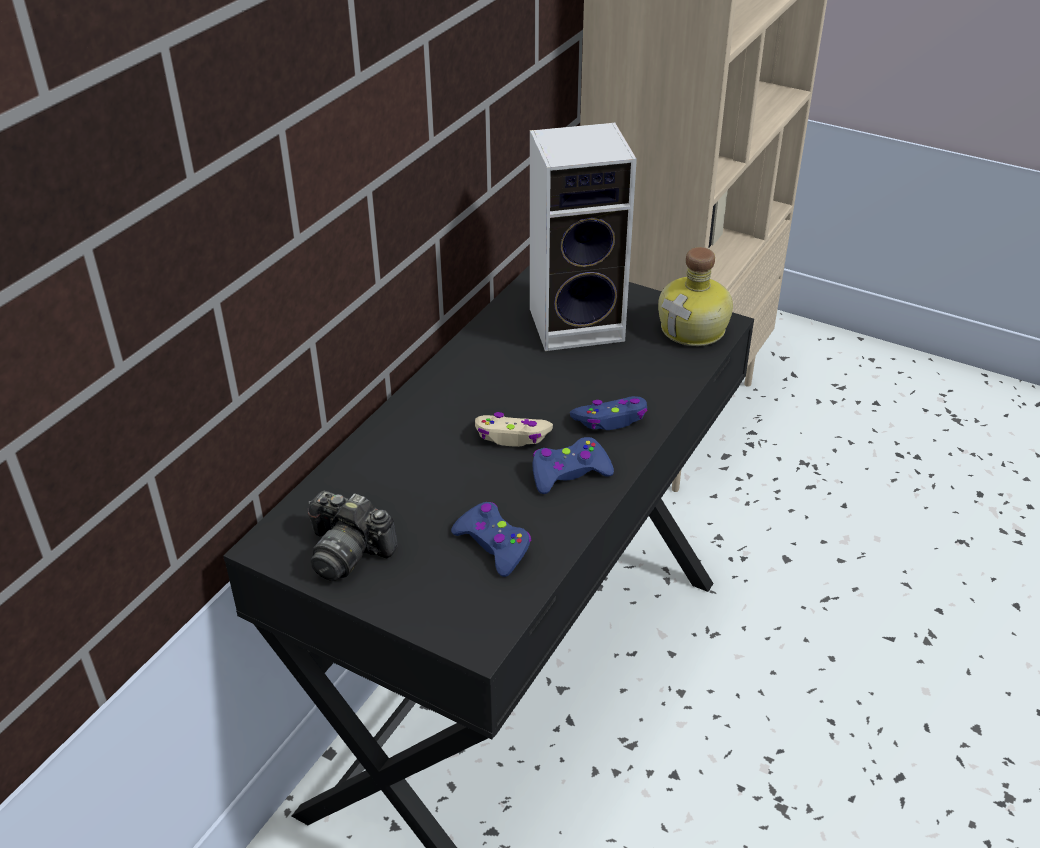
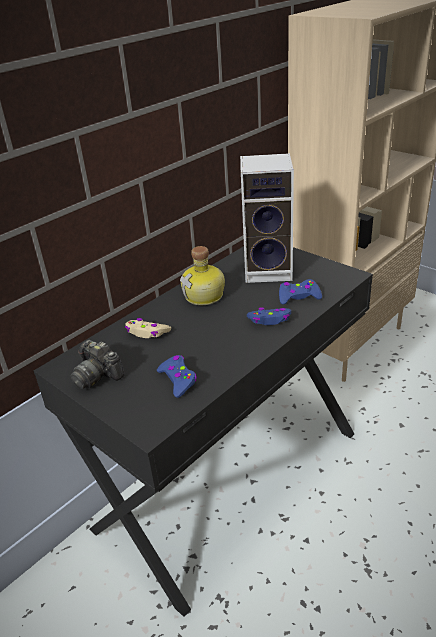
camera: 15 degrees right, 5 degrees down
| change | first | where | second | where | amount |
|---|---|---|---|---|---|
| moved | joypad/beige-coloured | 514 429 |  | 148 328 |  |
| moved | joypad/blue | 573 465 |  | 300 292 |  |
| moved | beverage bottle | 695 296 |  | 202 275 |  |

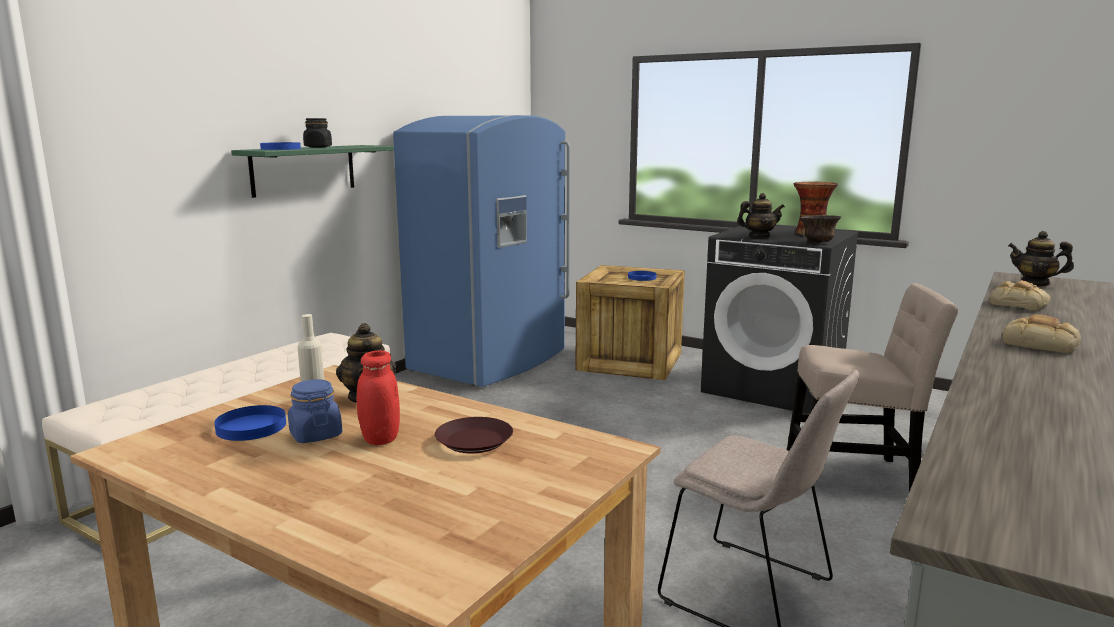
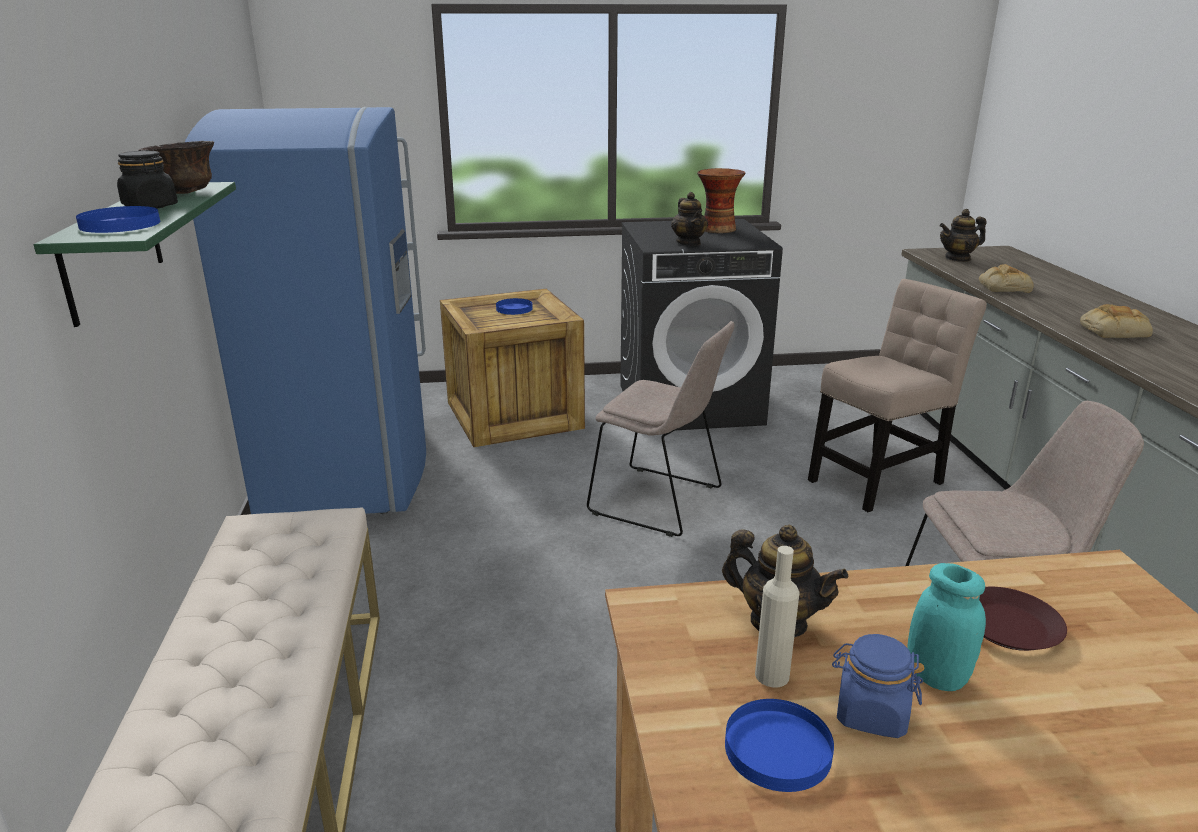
camera: 40 degrees left, 10 degrees up
| change | first | where | second | where | amount |
|---|---|---|---|---|---|
| added |  |  | chair/beige-coloured | 661 429 |  |
| moved | bowl/brownish | 820 229 |  | 176 167 |  |
| recoloured | preserve jar/reddish | 378 397 | preserve jar/turquoise | 946 627 |  |
| turned | teapot | 761 215 |  | 689 219 | 120 degrees clockwise |

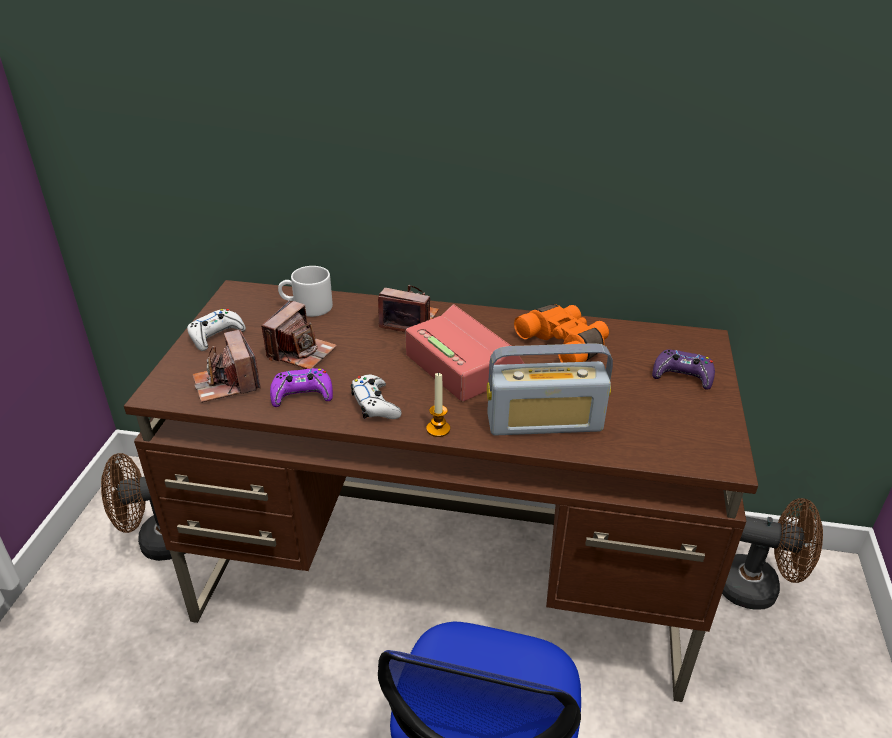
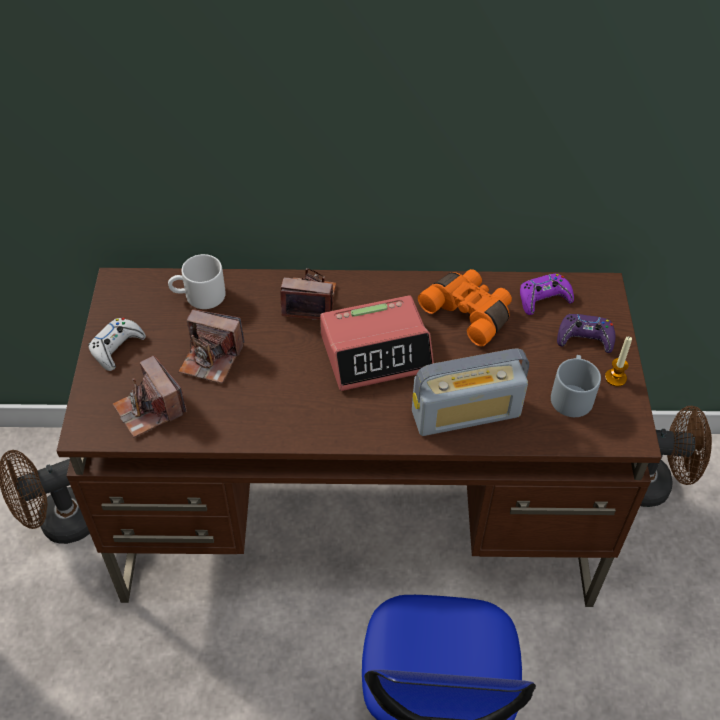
camera: 10 degrees left, 15 degrees up
| change | first | where | second | where | amount |
|---|---|---|---|---|---|
| removed | joypad/whitish | 376 396 |  |  |  |
| added |  |  | mug/grey | 576 386 |  |
| moved | joypad/purple-coloured | 301 387 |  | 547 294 |  |
| moved | wax light | 438 404 |  | 618 361 |  |
| turned | still camera | 299 334 |  | 211 346 | 90 degrees clockwise |
| turned | bedside clock | 465 352 |  | 377 343 | 120 degrees clockwise |

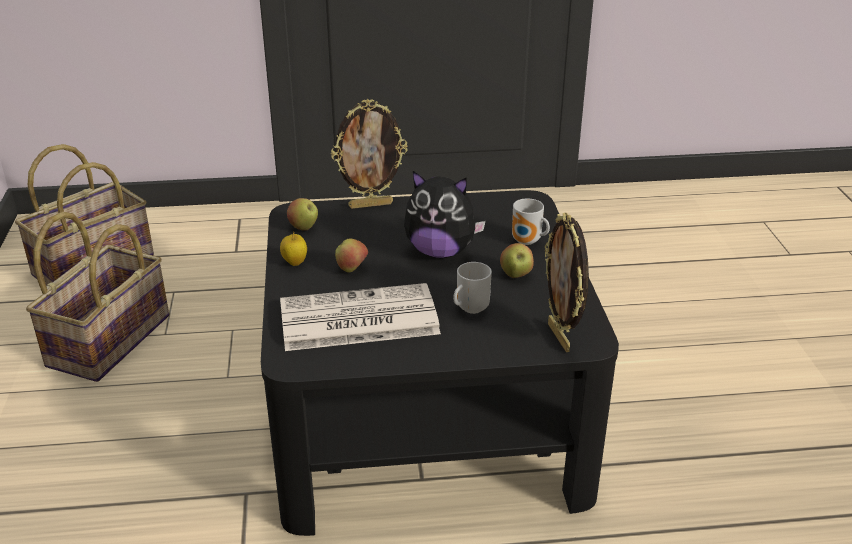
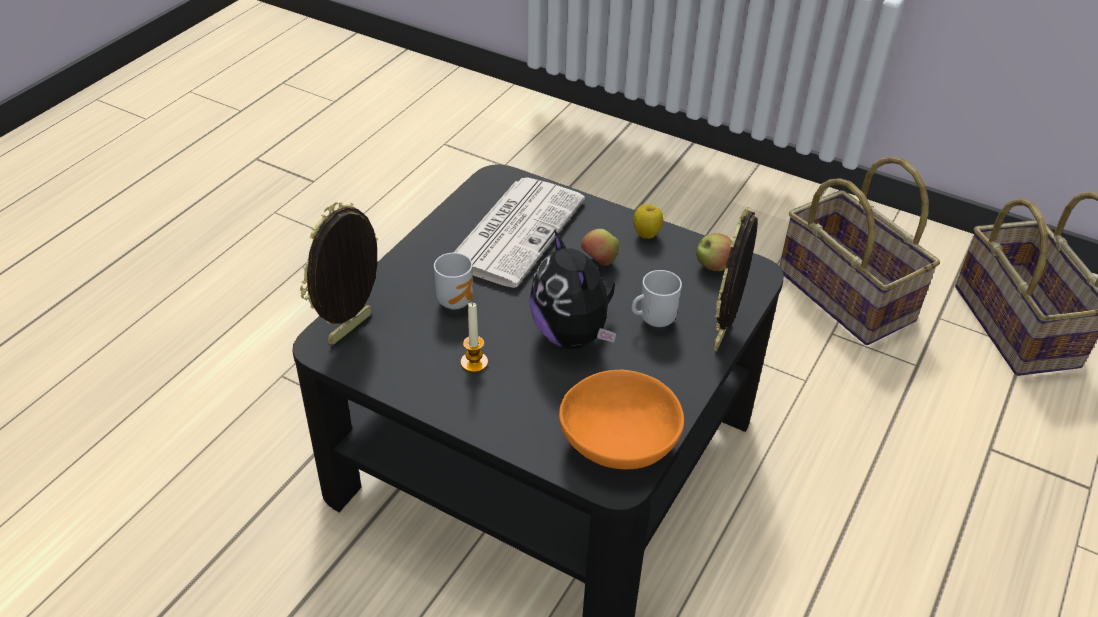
camera: 125 degrees right, 10 degrees up
| change | first | where | second | where | amount |
|---|---|---|---|---|---|
| added |  |  | bowl/orangey | 621 419 |  |
| moved | mug | 531 221 |  | 657 298 |  |
| replaced | apple | 517 260 | wax light | 474 338 |  |
| turned | cuddly toy | 445 214 |  | 572 289 | 75 degrees counterclockwise |
| turned | picture frame | 567 282 |  | 339 273 | 75 degrees counterclockwise |

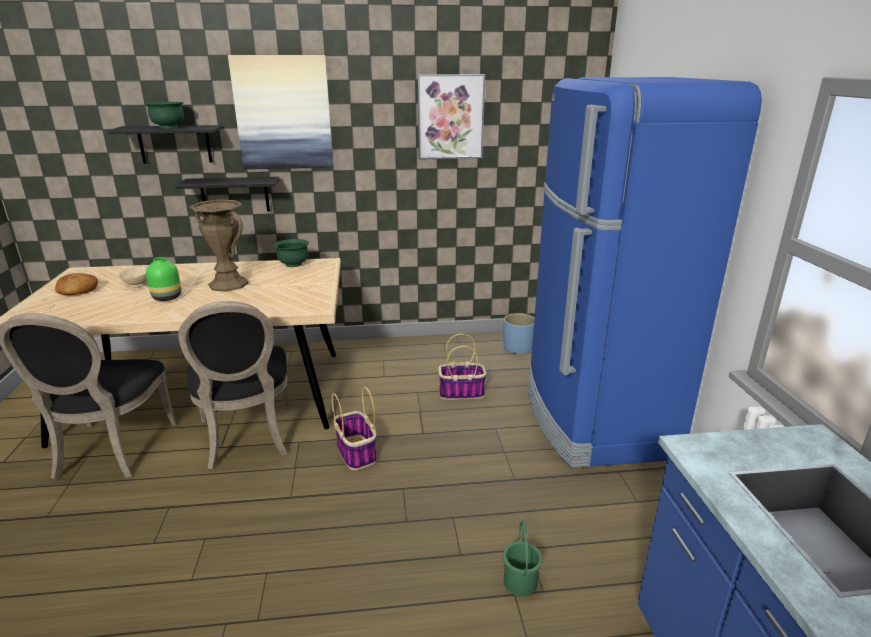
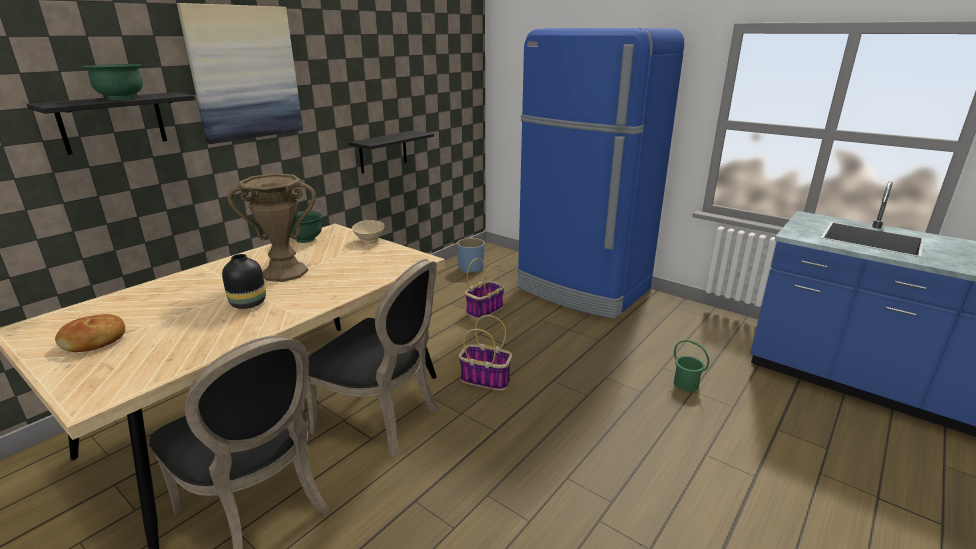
camera: 45 degrees left, 0 degrees up
| change | first | where | second | where | amount |
|---|---|---|---|---|---|
| removed | wall art | 451 116 |  |  |  |
| moved | bowl/beige-coloured | 133 276 |  | 368 231 |  |
| moved | bracket shelf/black | 228 194 |  | 391 151 |  |
| recoloured | flower vase/greenish | 163 279 | flower vase/black | 244 281 |  |

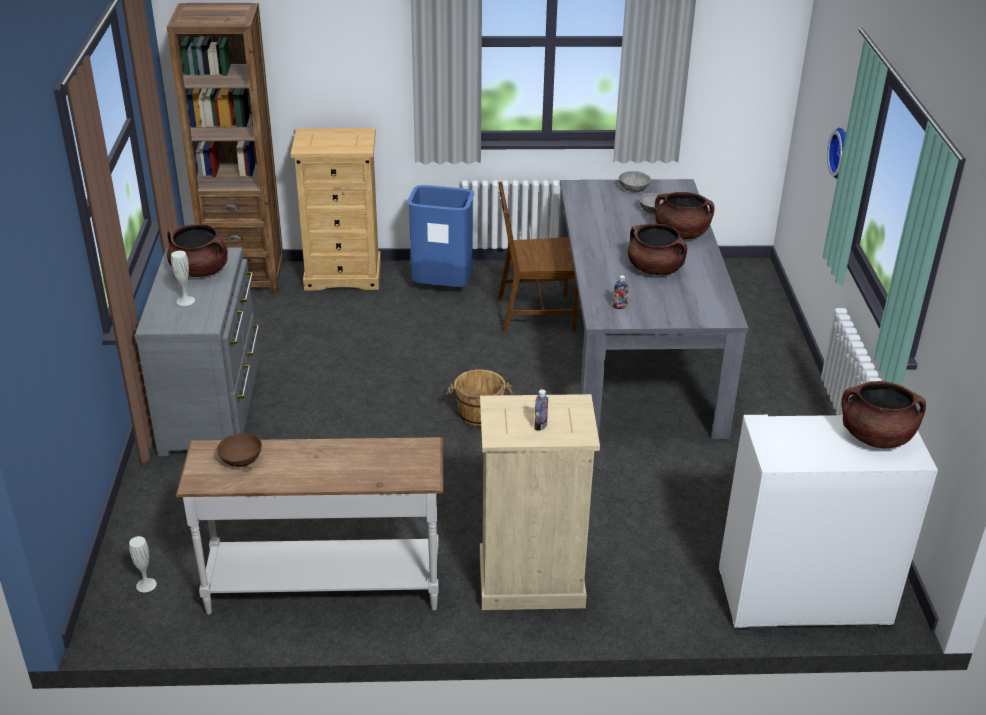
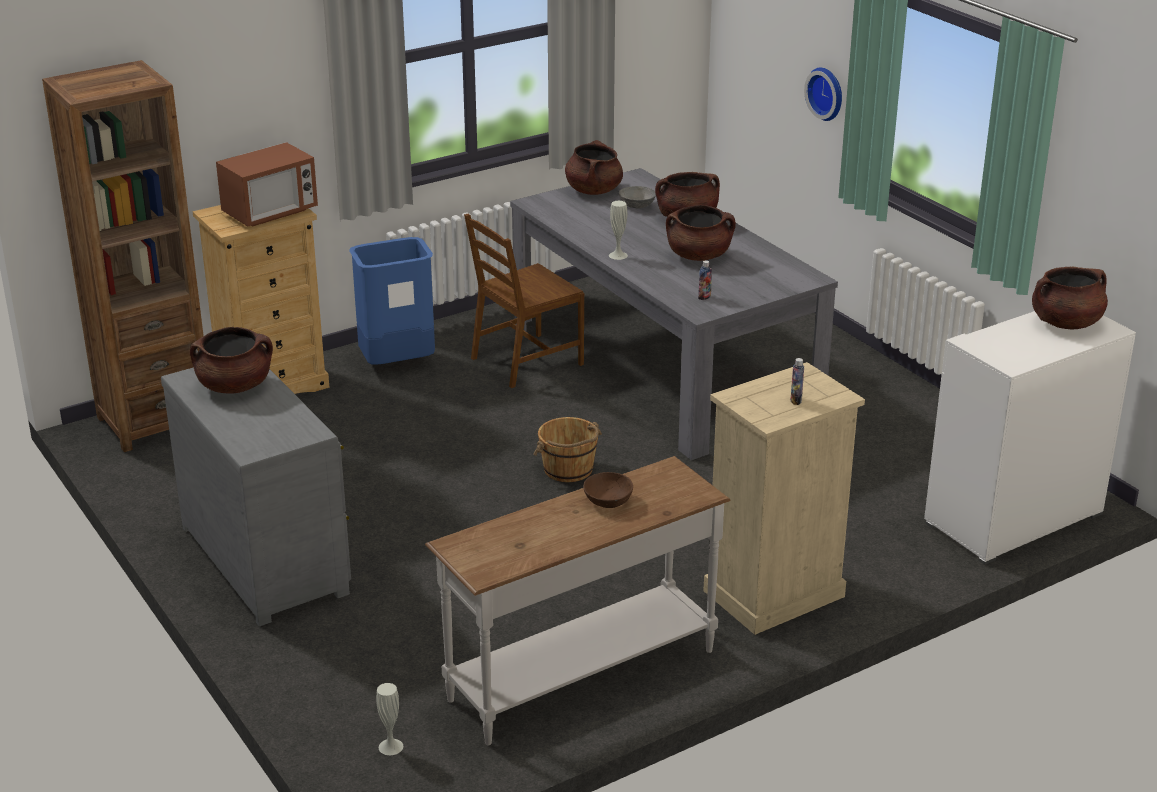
camera: 30 degrees left, 5 degrees down
| change | first | where | second | where | amount |
|---|---|---|---|---|---|
| added |  |  | microwave | 267 184 |  |
| moved | flower vase/whitish | 183 278 |  | 618 230 |  |
| moved | bowl/brownish | 239 450 |  | 608 490 |  |
| replaced | bowl/grey | 635 181 | stockpot/brownish | 594 167 |  |

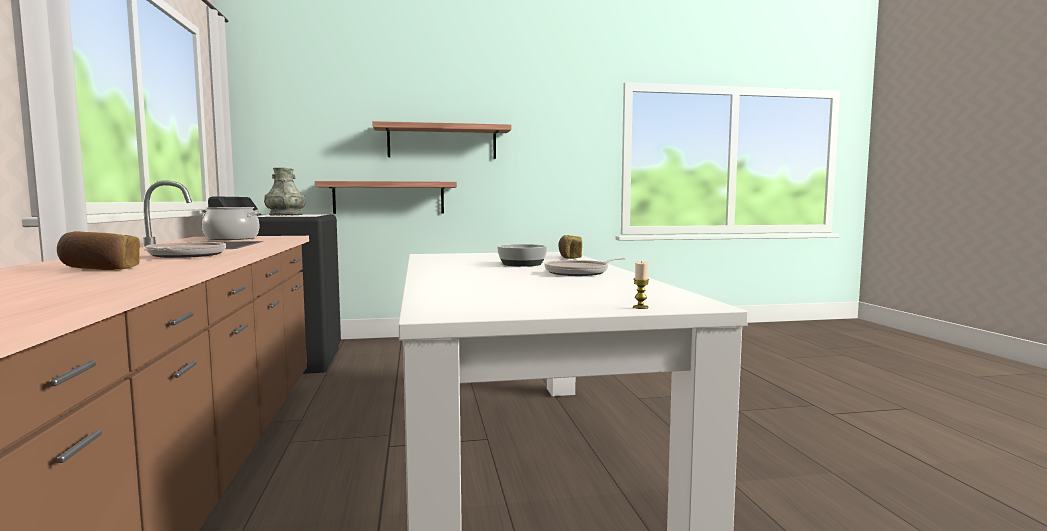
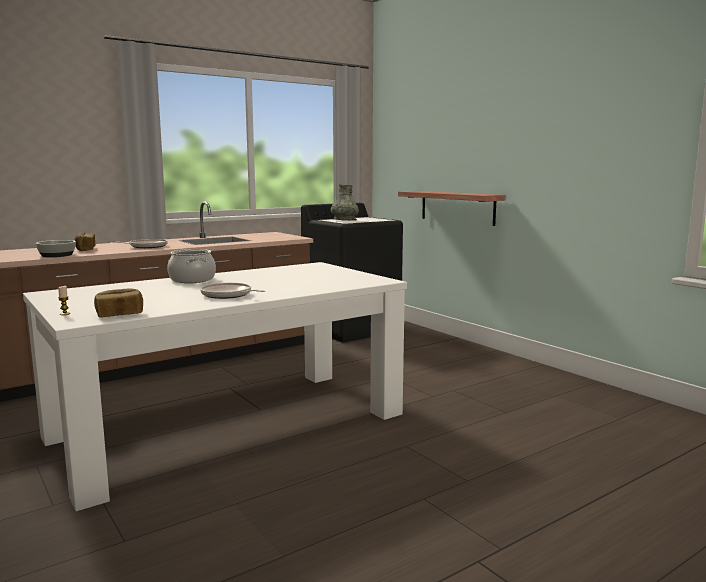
camera: 65 degrees right, 5 degrees up
| change | first | where | second | where | amount |
|---|---|---|---|---|---|
| removed | bracket shelf | 442 140 |  |  |  |
| moved | stockpot | 230 223 |  | 191 266 |  |
| moved | bowl | 522 255 |  | 56 248 |  |
| moved | bakery bread | 570 247 |  | 118 303 |  |

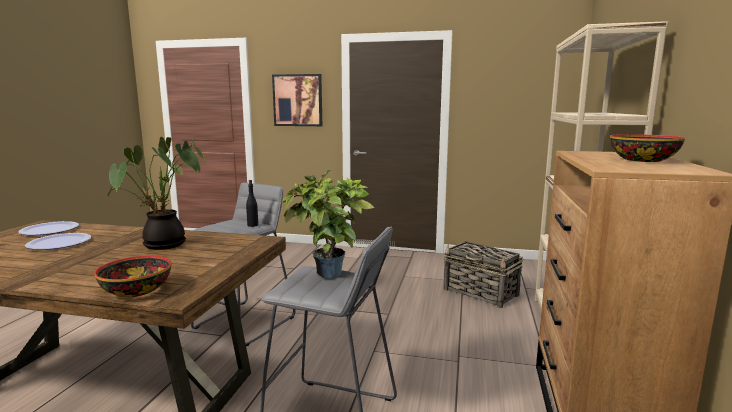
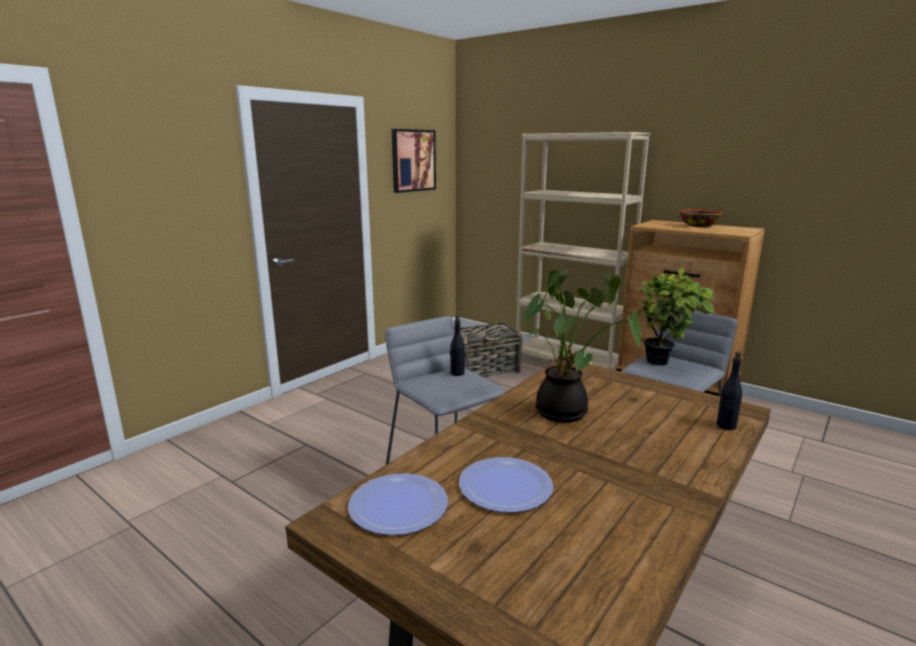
camera: 65 degrees left, 5 degrees up
| change | first | where | second | where | amount |
|---|---|---|---|---|---|
| moved | wall art | 297 100 |  | 414 161 |  |
| replaced | bowl | 133 276 | beverage bottle/black | 729 390 |  |

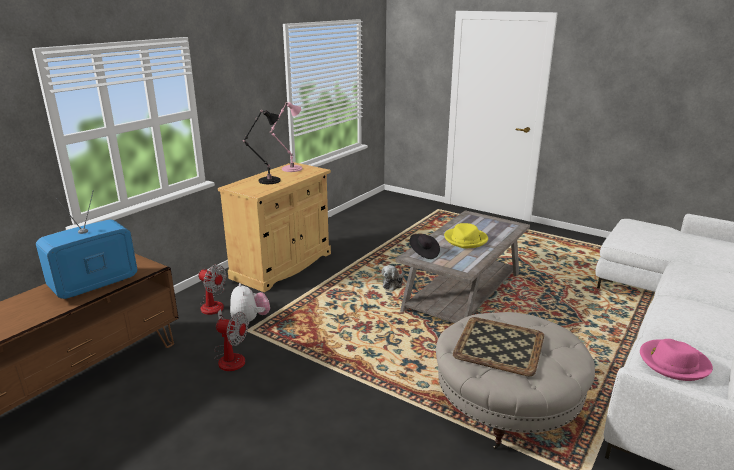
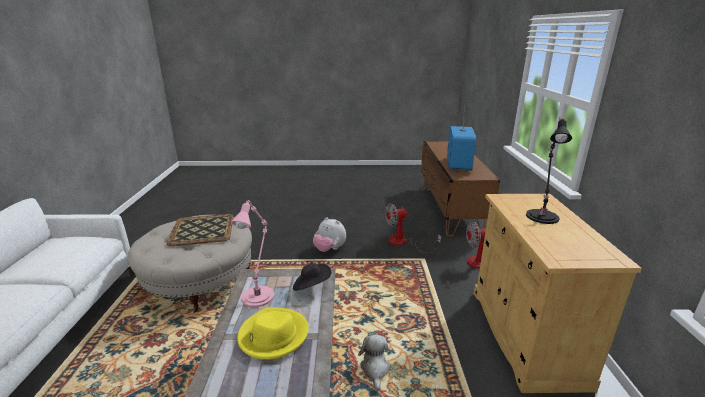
camera: 145 degrees right, 0 degrees up
| change | first | where | second | where | amount |
|---|---|---|---|---|---|
| removed | clothing hat/pink-coloured | 676 360 |  |  |  |
| moved | cuddly toy | 250 304 |  | 329 234 |  |
| moved | table lamp/pink-coloured | 286 137 |  | 252 253 |  |

